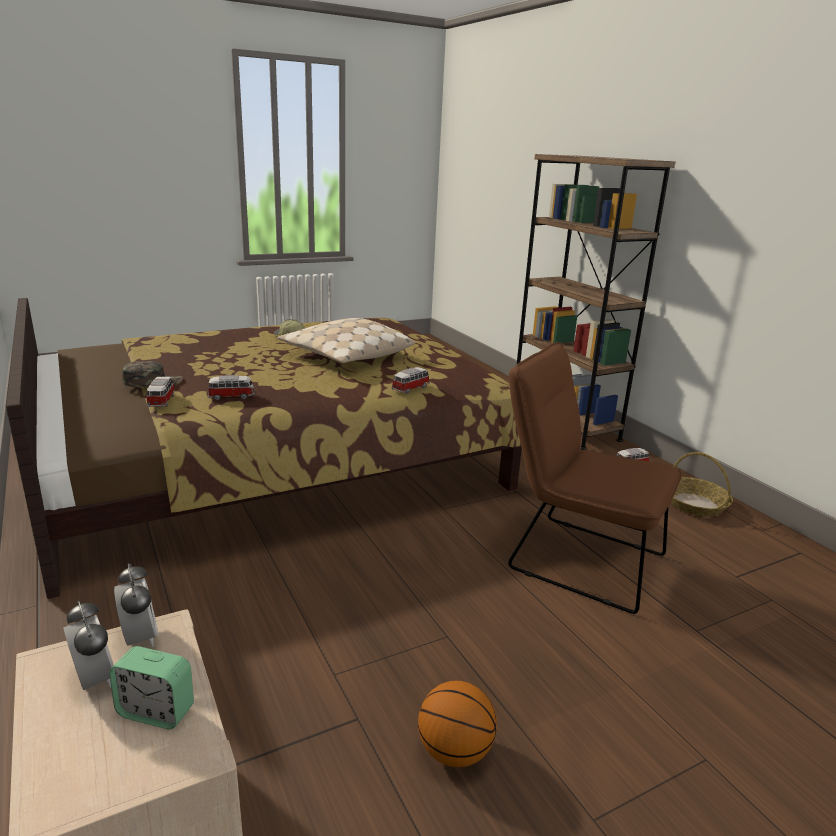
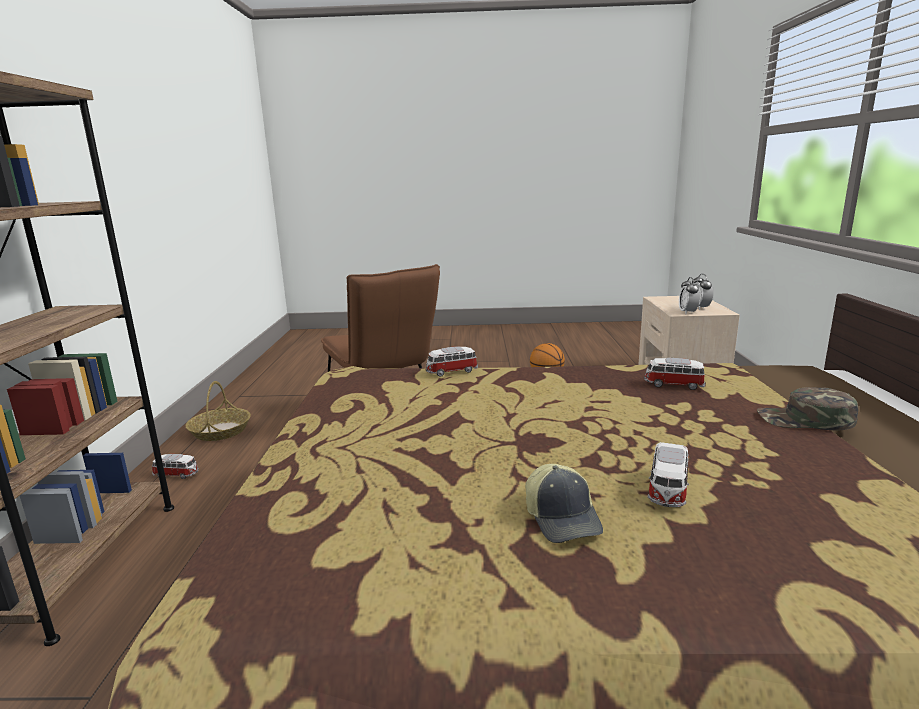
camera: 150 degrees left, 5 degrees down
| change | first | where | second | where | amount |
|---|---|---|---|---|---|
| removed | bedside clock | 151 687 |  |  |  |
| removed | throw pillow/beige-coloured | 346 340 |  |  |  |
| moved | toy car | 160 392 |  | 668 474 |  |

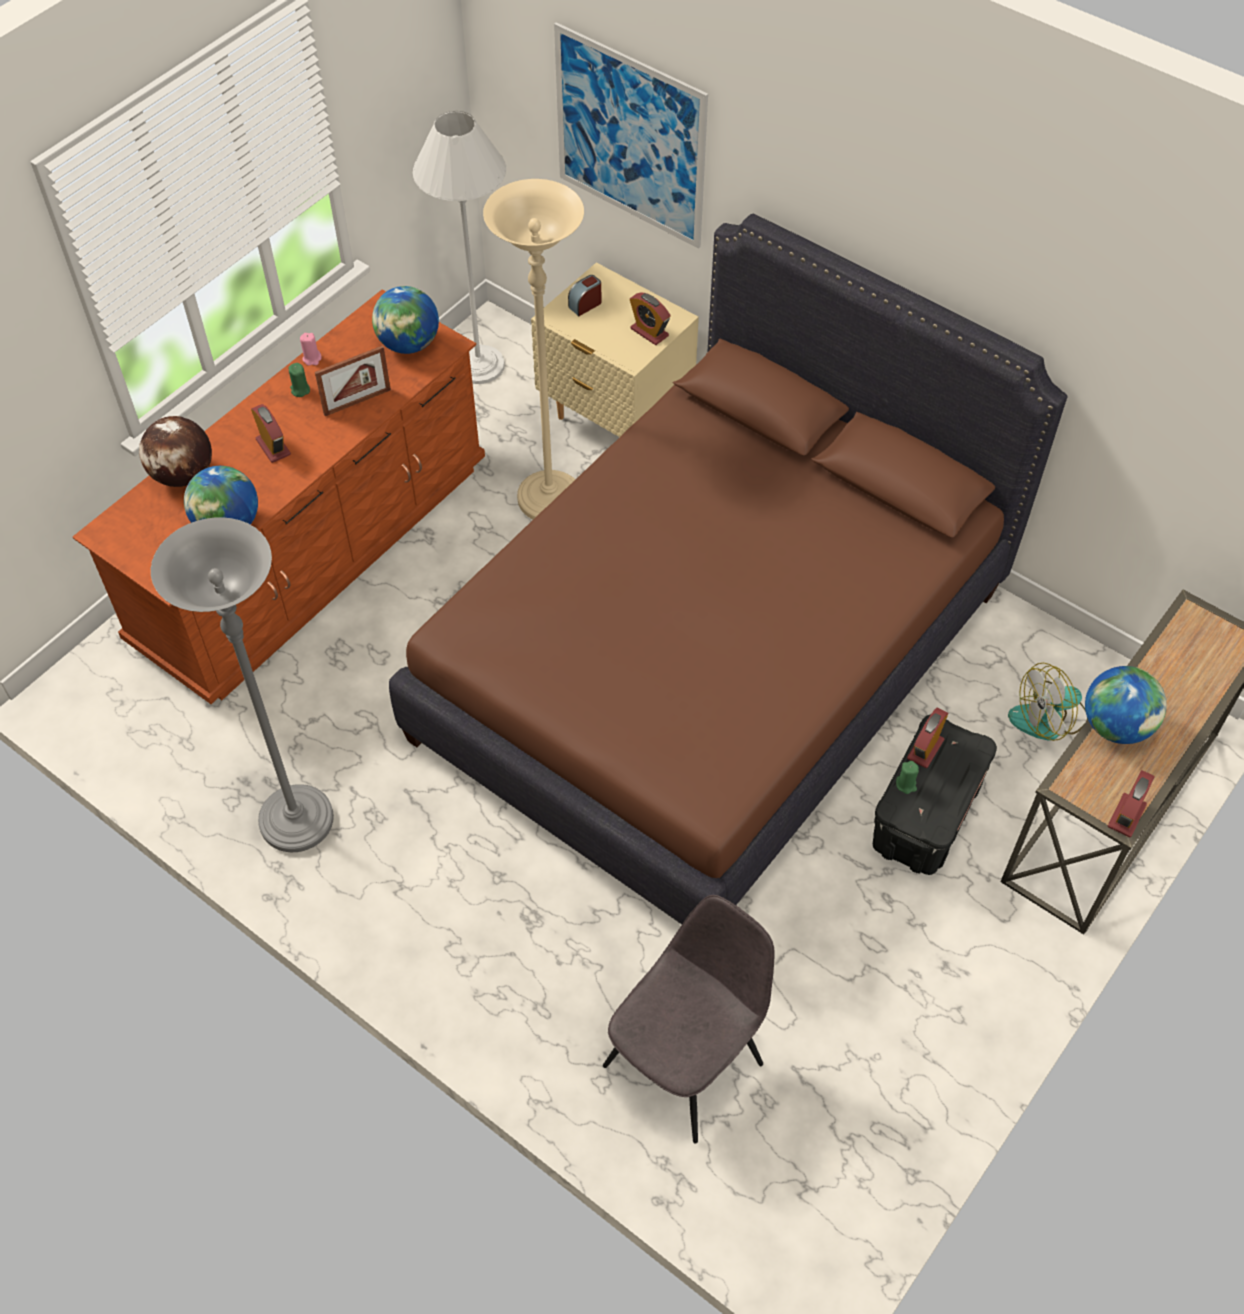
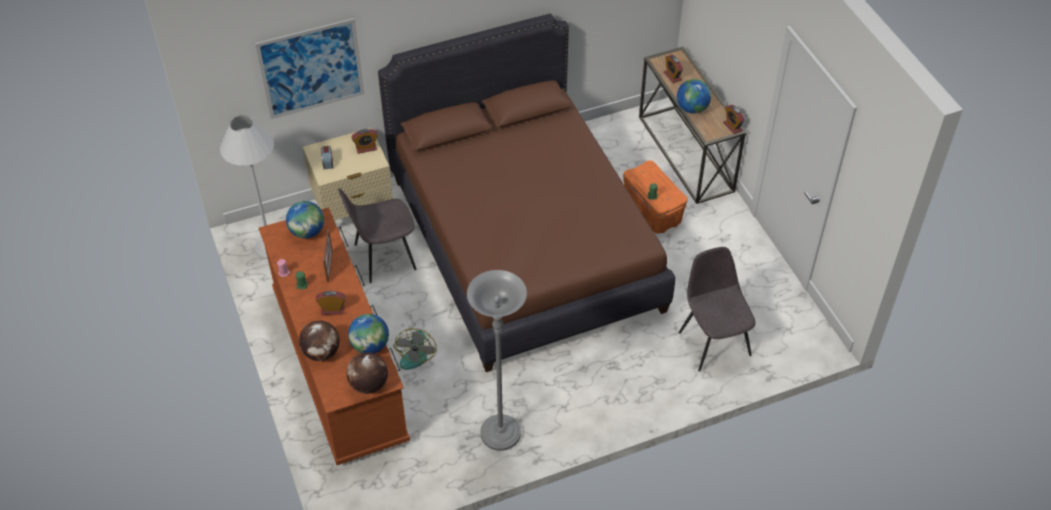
camera: 60 degrees left, 5 degrees down
| change | first | where | second | where | amount |
|---|---|---|---|---|---|
| added |  |  | desk globe | 367 373 |  |
| moved | bedside clock | 927 737 |  | 673 69 |  |
| moved | cooling fan | 1048 702 |  | 415 349 |  |
| replaced | standard lamp/beige-coloured | 533 349 | chair/grey | 377 235 |  |
| recoloured | storage box/black | 935 794 | storage box/orangey | 655 197 |  |

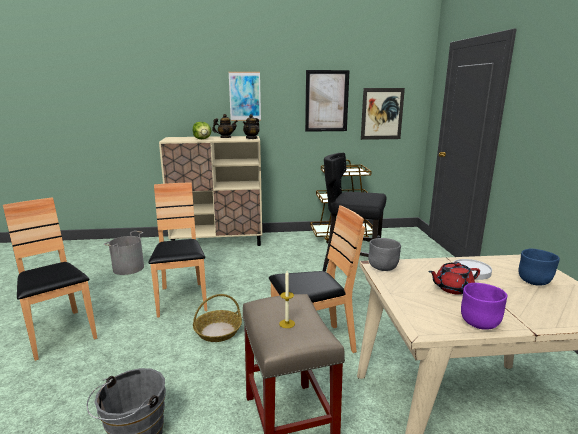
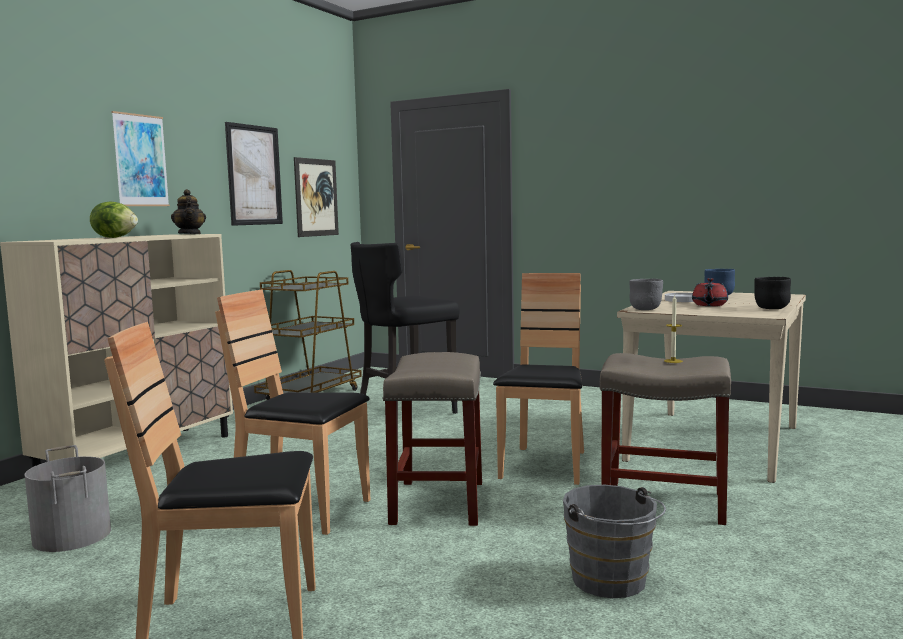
camera: 55 degrees left, 10 degrees down
| change | first | where | second | where | amount |
|---|---|---|---|---|---|
| removed | teapot | 225 126 |  |  |  |
| replaced | household basket | 217 318 | sitting stool/beige-coloured | 432 439 |  |
| recoloured | bowl/purple-coloured | 484 306 | bowl/black | 772 293 |  |

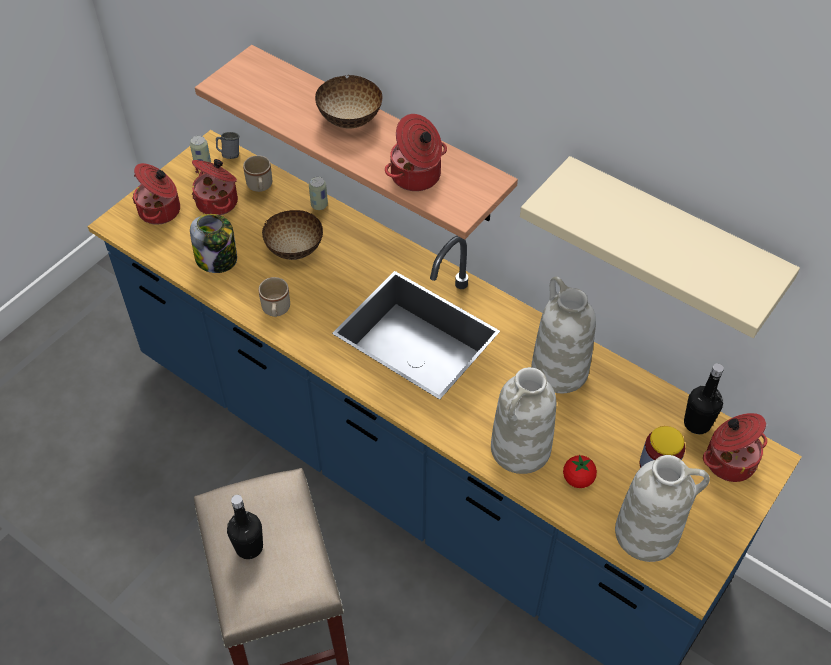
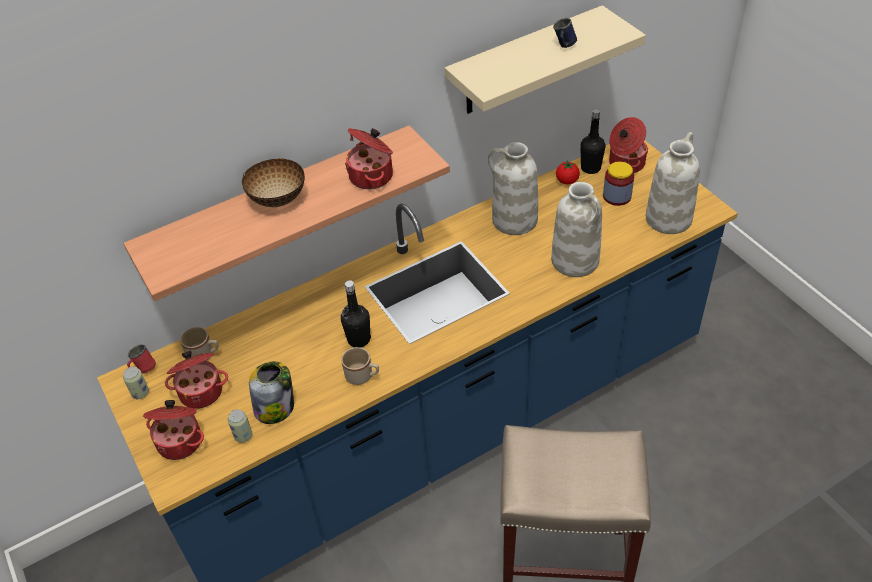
camera: 65 degrees left, 5 degrees down
| change | first | where | second | where | amount |
|---|---|---|---|---|---|
| removed | bowl | 292 235 |  |  |  |
| added |  |  | mug/blue | 565 33 |  |
| moved | beverage bottle/black | 245 527 |  | 356 314 |  |
| moved | sealed can | 318 193 |  | 240 426 |  |
| moved | fresh tomato | 580 471 |  | 568 172 |  |
| recoloured | mug/grey | 227 145 | mug/reddish | 141 358 |  |

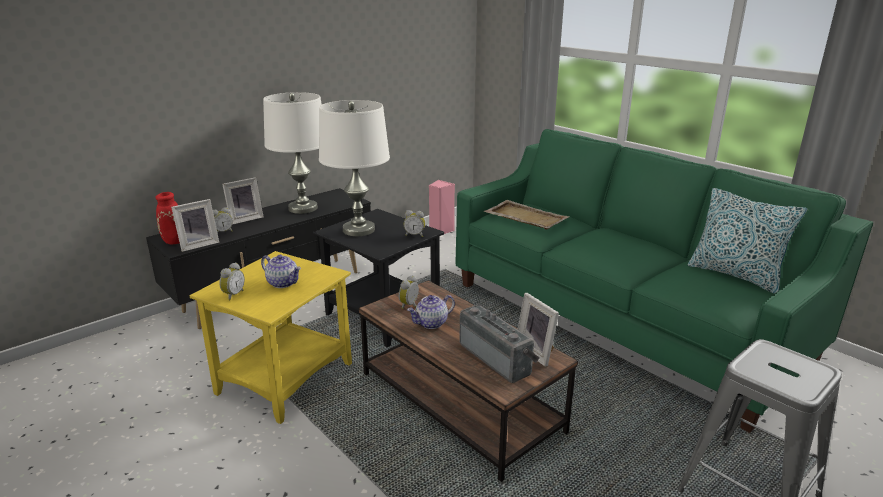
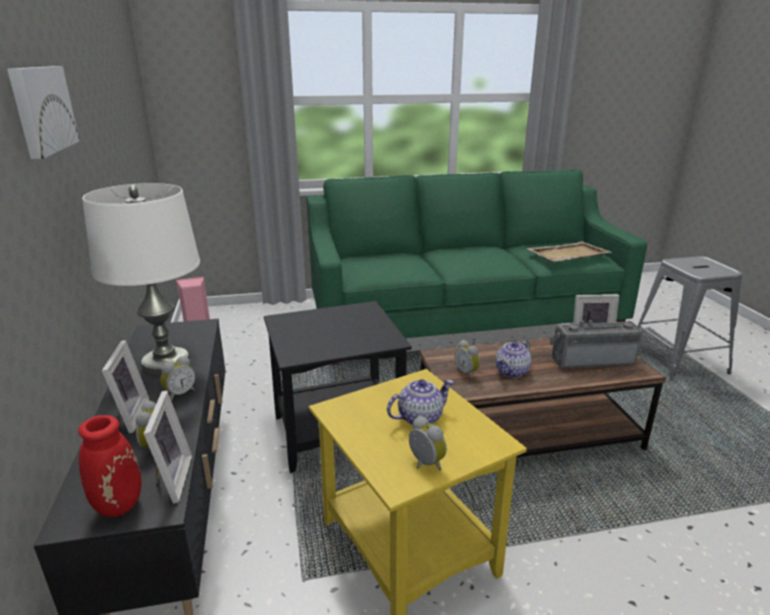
camera: 60 degrees left, 0 degrees up
| change | first | where | second | where | amount |
|---|---|---|---|---|---|
| removed | table lamp/whitish | 354 168 |  |  |  |
| removed | throw pillow | 747 241 |  |  |  |
| added |  |  | wall art | 43 112 |  |
| moved | bedside clock | 414 223 |  | 177 378 |  |
| moved | tray/beige-coloured | 527 214 |  | 568 251 |  |
| turned | teapot | 431 312 |  | 513 359 | 45 degrees clockwise |

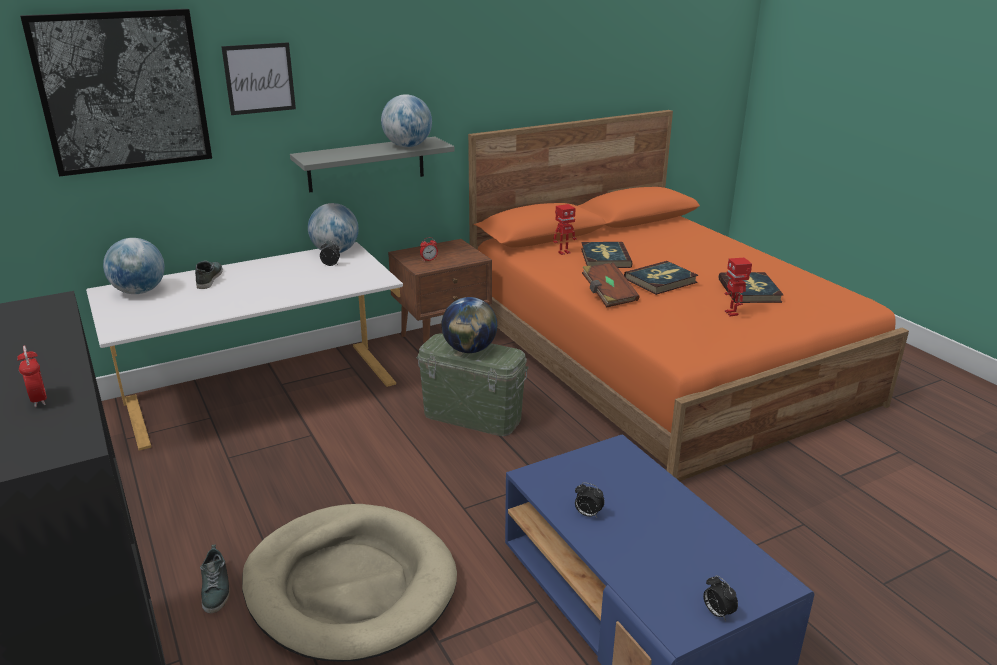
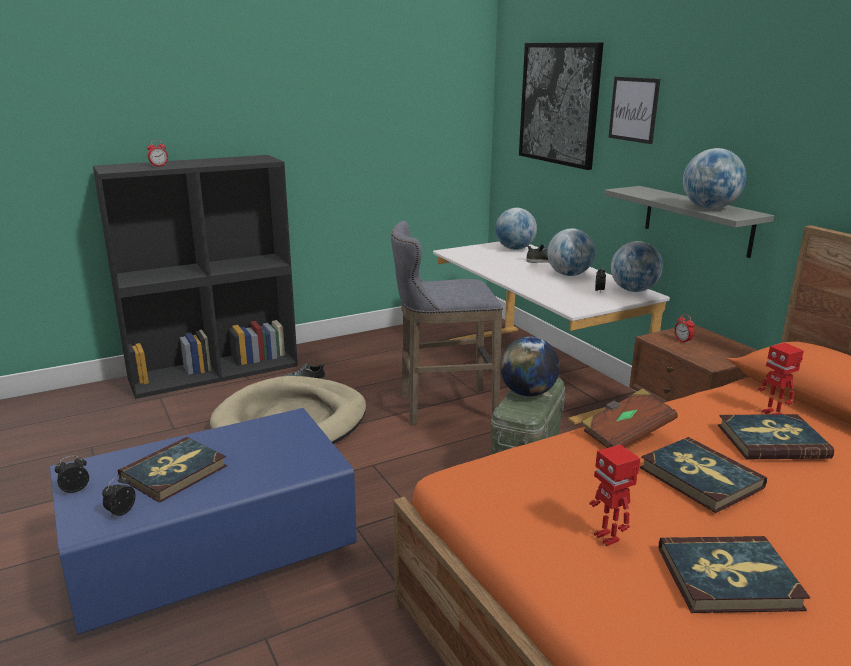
camera: 90 degrees right, 5 degrees down
| change | first | where | second | where | amount |
|---|---|---|---|---|---|
| added |  |  | volume | 172 470 |  |
| added |  |  | sitting stool/grey | 447 323 |  |
| added |  |  | desk globe | 571 252 |  |
| moved | bedside clock | 590 500 |  | 119 497 |  |
| turned | robot figure | 738 286 |  | 614 495 | 105 degrees counterclockwise |

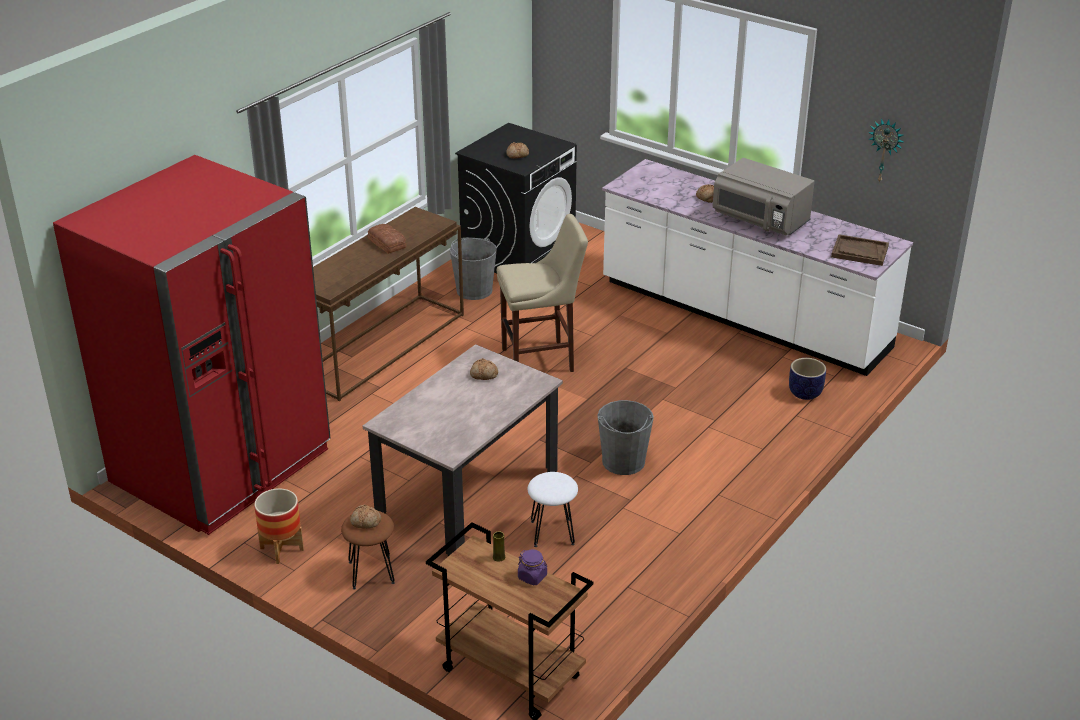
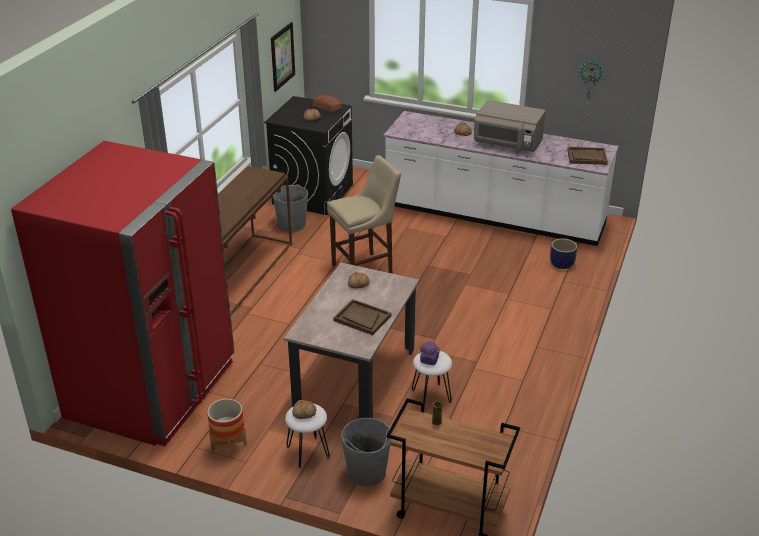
camera: 15 degrees left, 0 degrees up
| change | first | where | second | where | amount |
|---|---|---|---|---|---|
| added |  |  | wall art | 283 57 |  |
| added |  |  | tray/brownish | 362 317 |  |
| moved | bakery bread | 387 239 |  | 327 104 |  |
| moved | preserve jar/purple-coloured | 532 567 |  | 430 353 |  |
| moved | bucket/grey | 625 437 |  | 366 452 |  |
| recoloured | sitting stool/brownish | 368 550 | sitting stool/whitish | 307 435 |  |

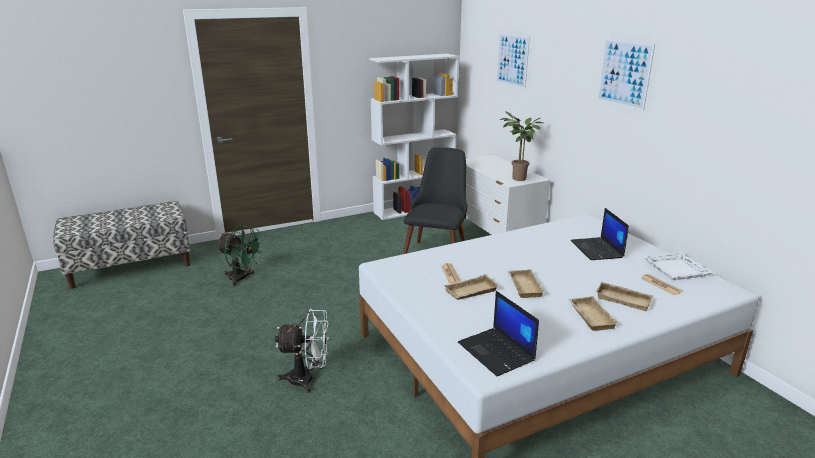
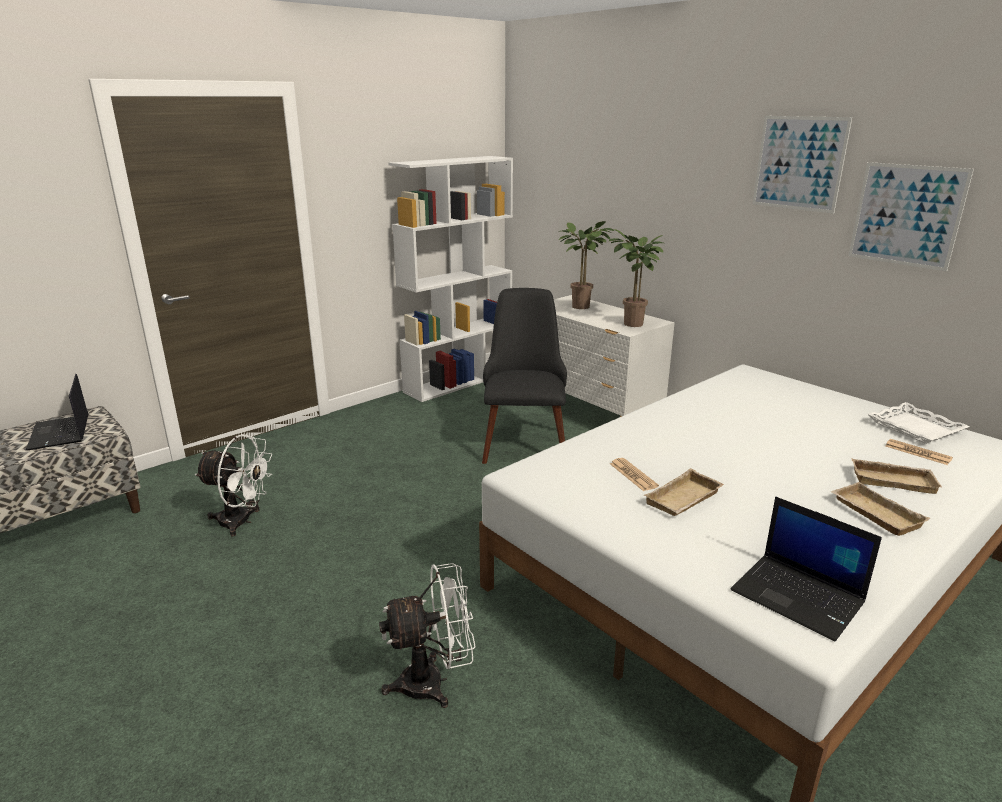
camera: 15 degrees left, 0 degrees up
| change | first | where | second | where | amount |
|---|---|---|---|---|---|
| removed | tray/beige-coloured | 526 283 |  |  |  |
| added |  |  | plant in a pot | 586 265 |  |
| moved | wall art | 513 61 |  | 911 216 |  |
| moved | laptop | 599 234 |  | 57 412 |  |
| recoloured | cooling fan/greenish | 239 255 | cooling fan/whitish | 233 485 |  |

